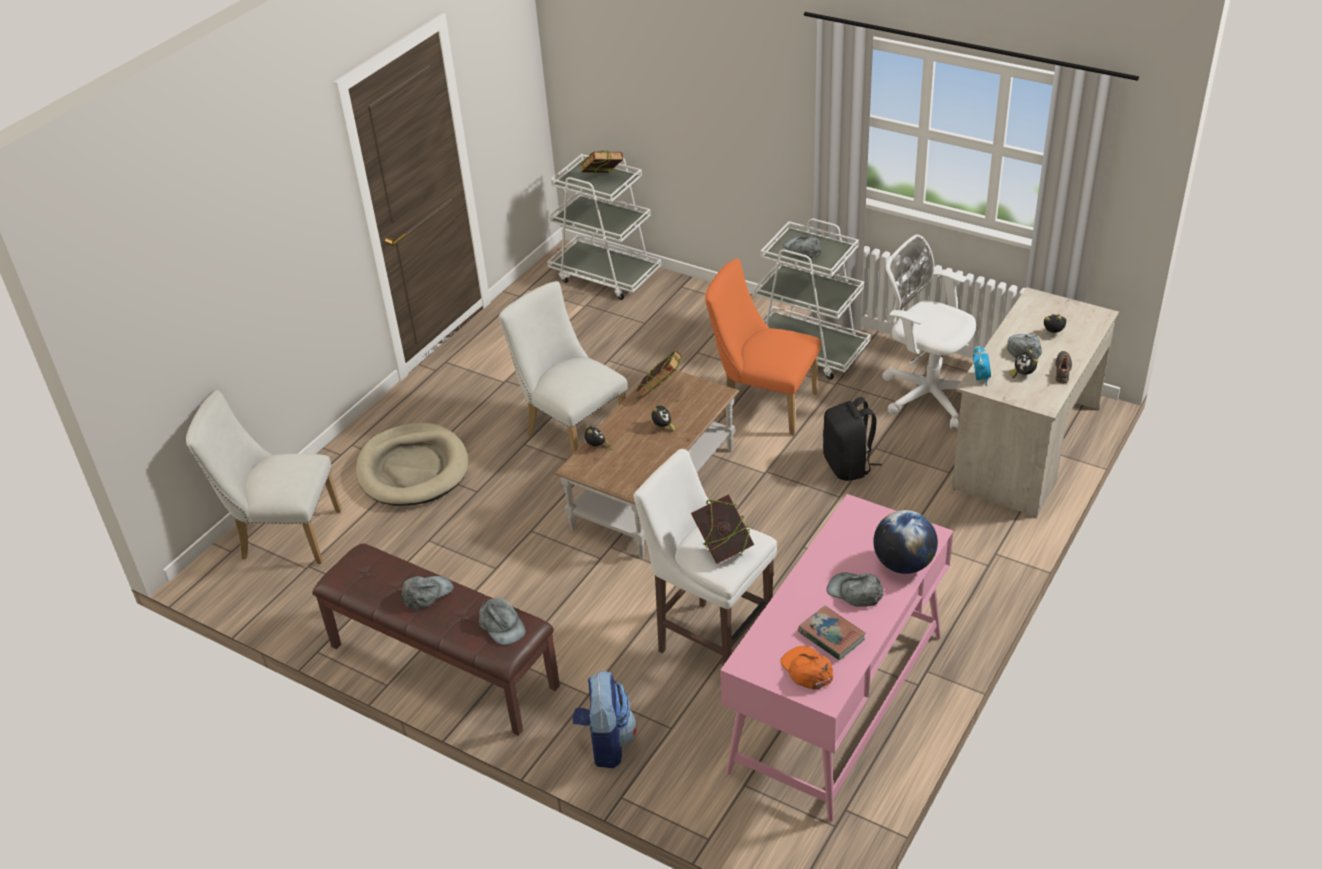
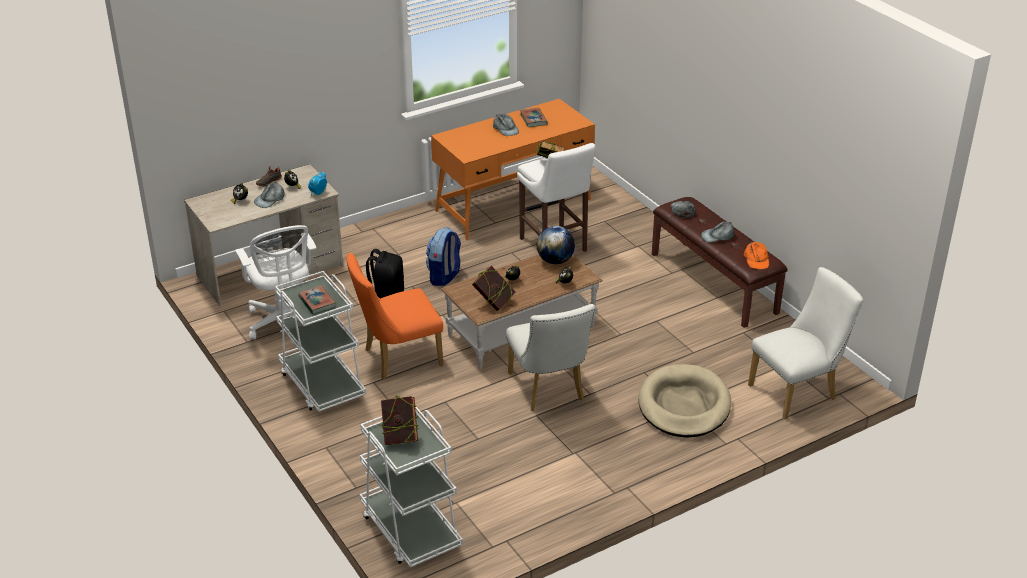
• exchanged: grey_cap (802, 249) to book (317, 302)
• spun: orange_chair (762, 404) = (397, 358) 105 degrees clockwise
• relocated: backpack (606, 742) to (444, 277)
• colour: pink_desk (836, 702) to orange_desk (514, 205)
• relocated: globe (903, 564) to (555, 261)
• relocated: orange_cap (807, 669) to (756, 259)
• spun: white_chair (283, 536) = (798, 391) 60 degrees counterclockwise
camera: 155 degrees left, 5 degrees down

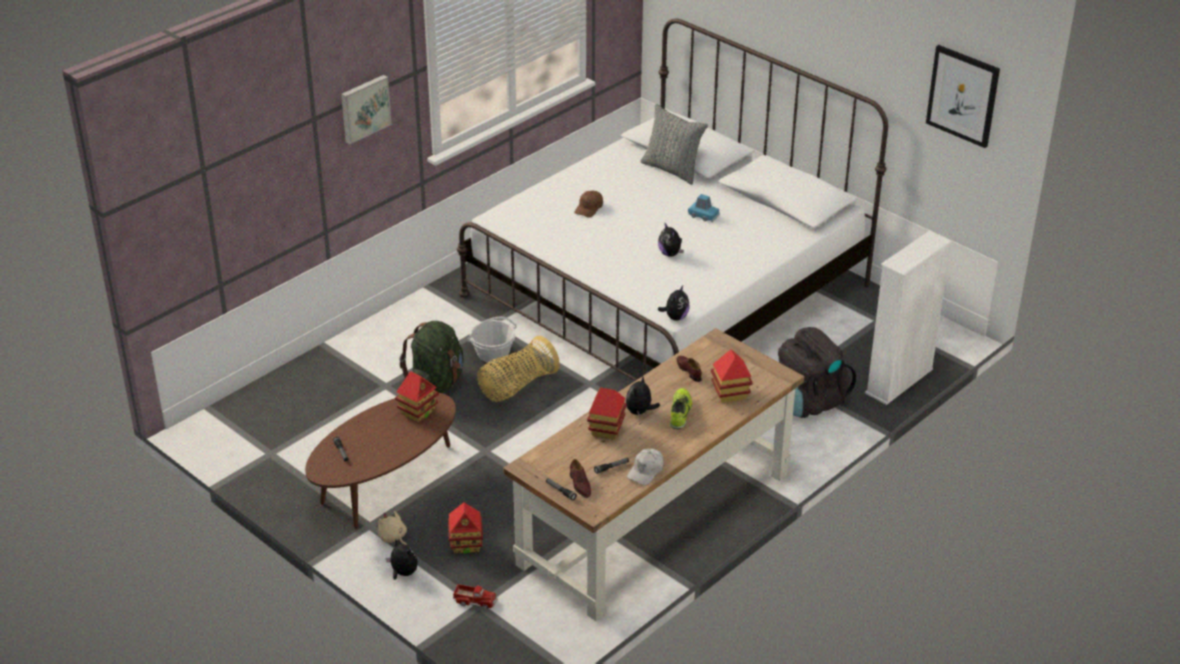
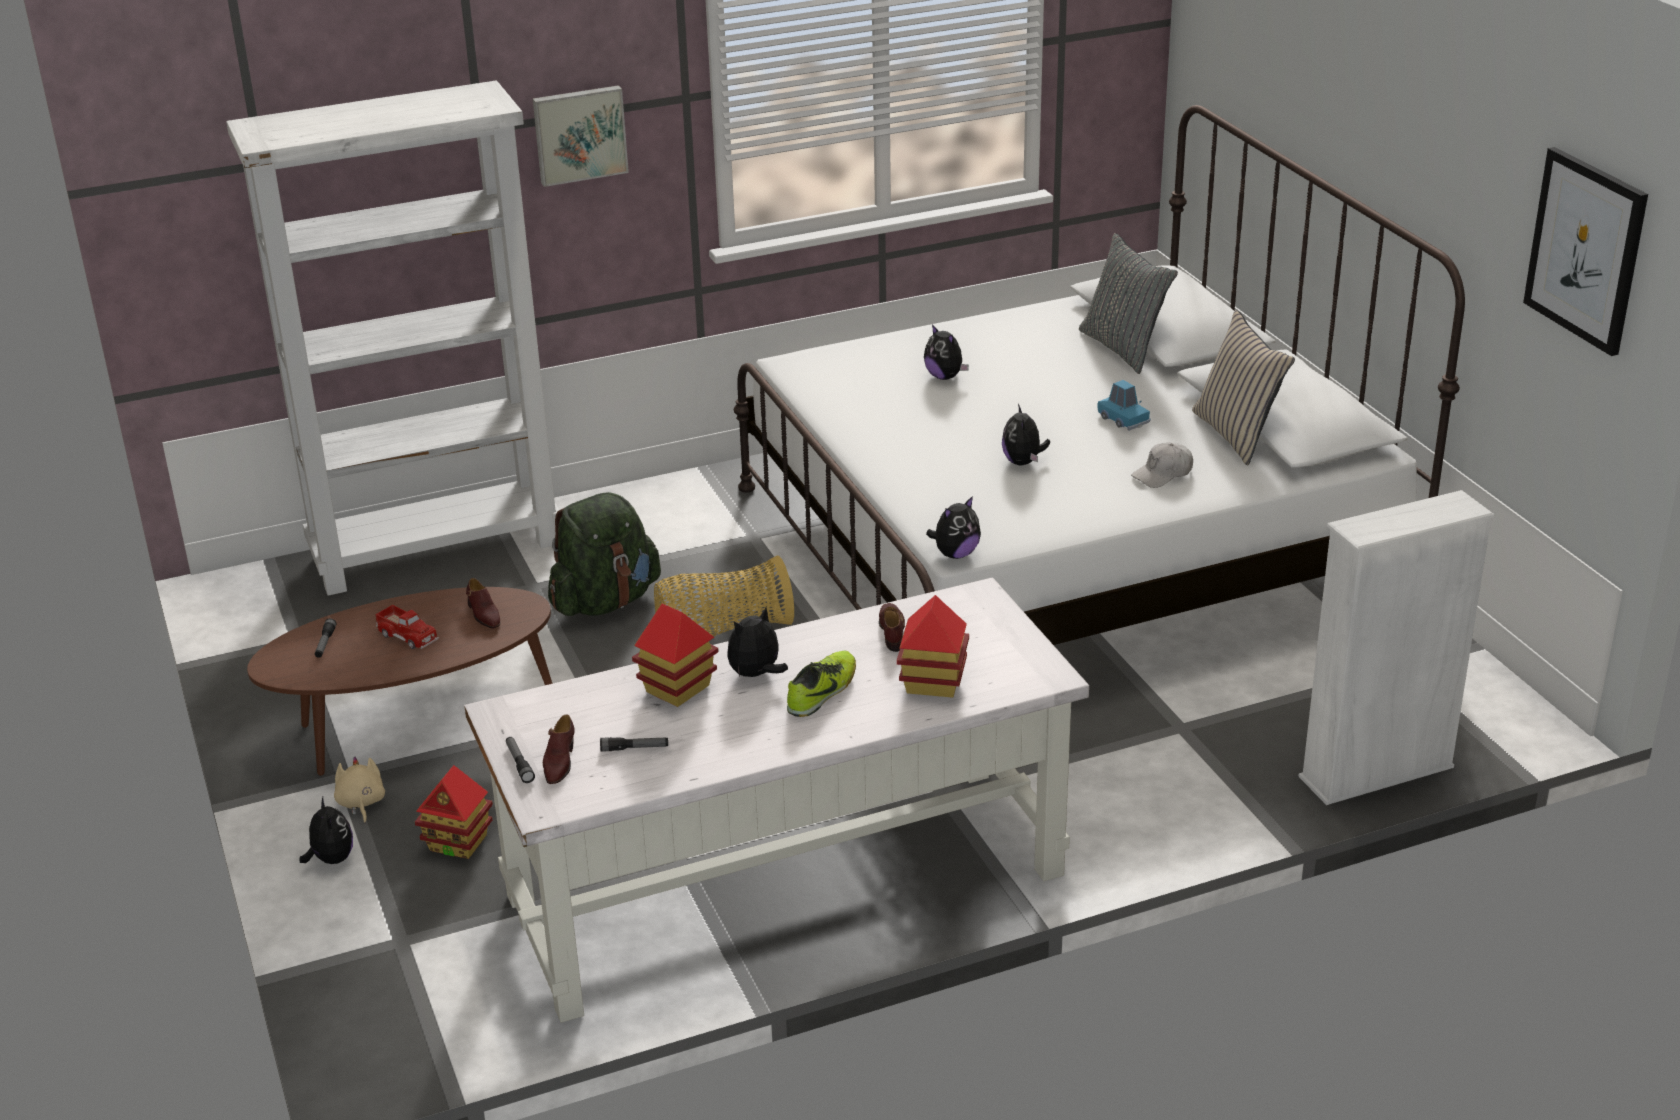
• appeared: white_bookcase (438, 549)
• relocated: toy_truck (475, 601) to (408, 635)
• colour: brown_desk (655, 520) to white_desk (784, 887)
• exchanged: toy_house (418, 412) to brown_shoe (483, 614)
• exchanged: brown_cap (589, 208) to plush_toy (945, 377)
• relocated: white_cap (646, 471) to (1163, 474)
• appeared: beige_pillow (1237, 434)
• missing: basket (493, 354)
• missing: black_backpack (808, 401)
camera: 25 degrees right, 5 degrees down

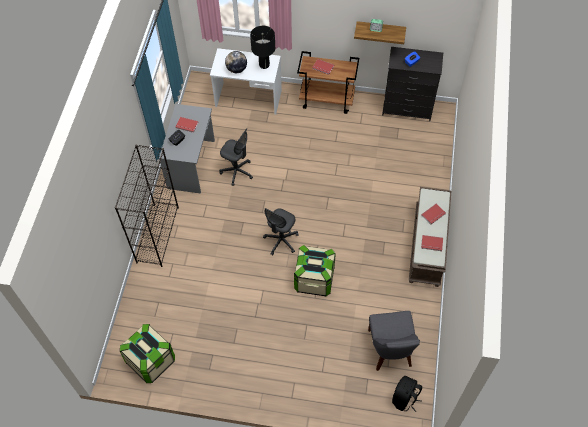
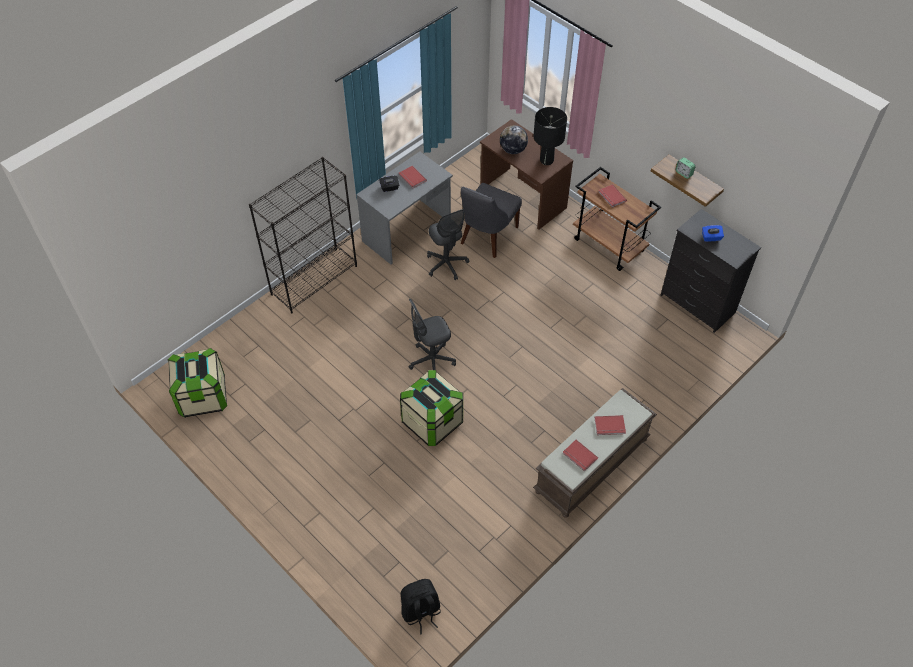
• relocated: grey_chair (390, 350) to (487, 237)
• colour: white_desk (248, 99) to brown_desk (522, 198)
camera: 35 degrees right, 5 degrees down

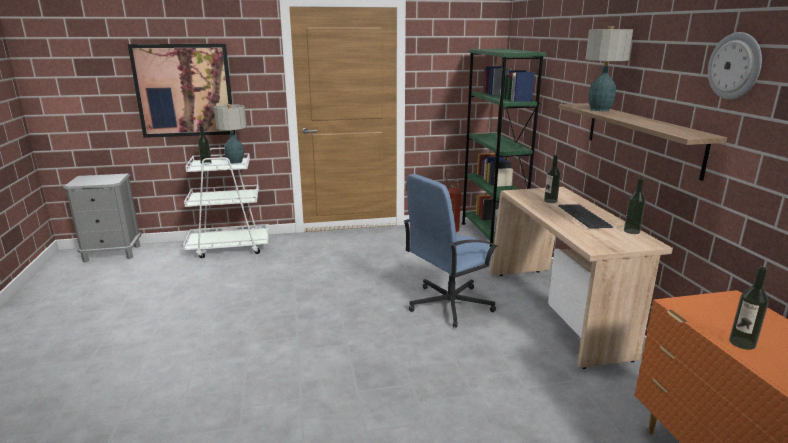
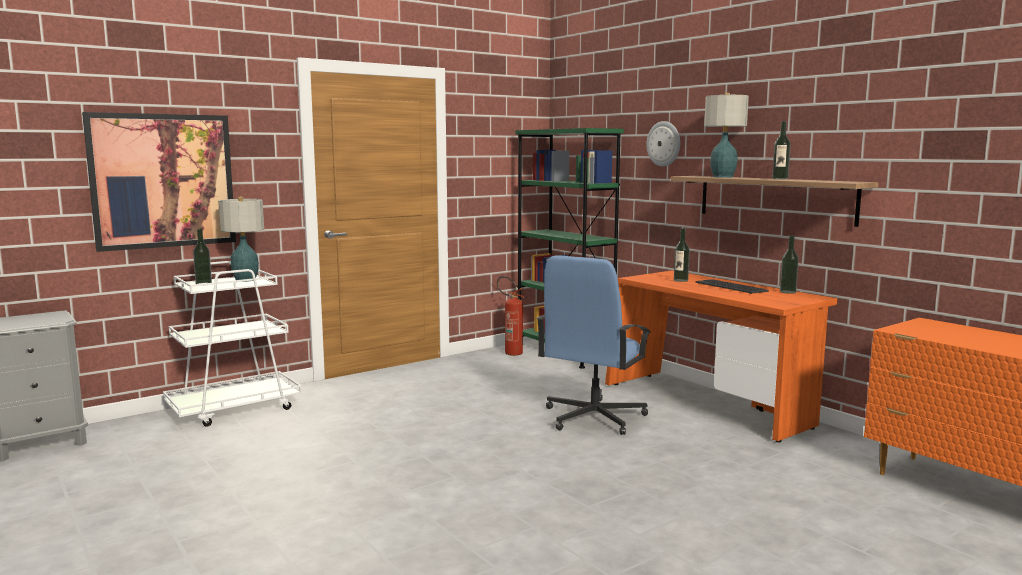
• colour: beige_desk (557, 312) to orange_desk (707, 405)
• relocated: wall_clock (735, 66) to (664, 143)
• relocated: bottle (742, 343) to (780, 179)
camera: 25 degrees left, 10 degrees down

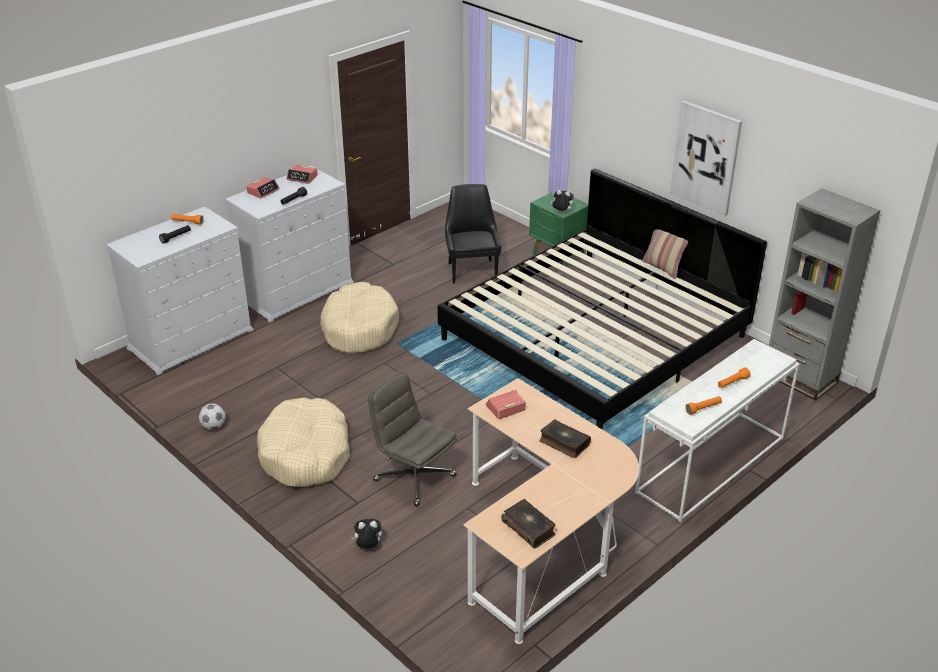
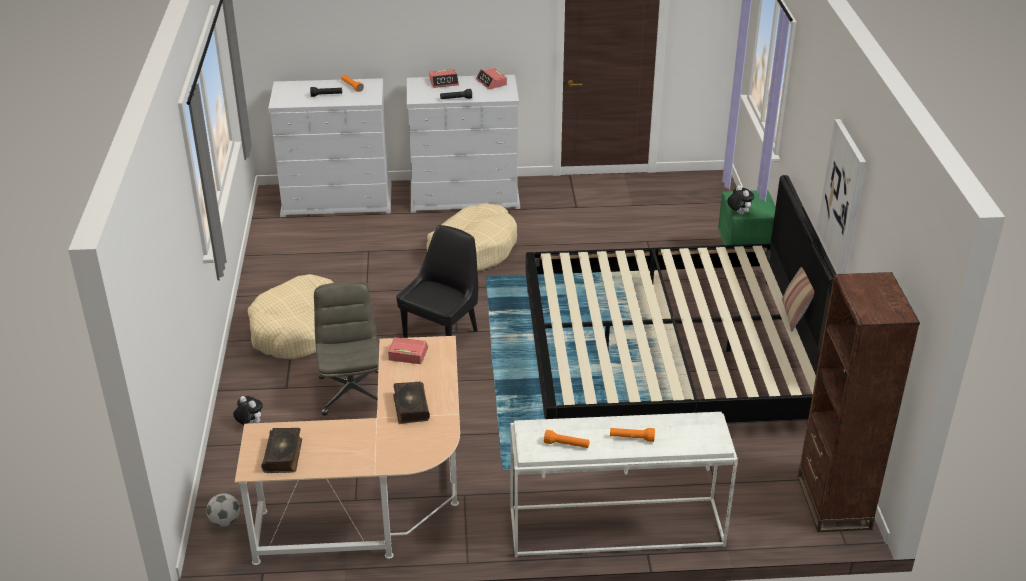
• relocated: football (214, 426) to (225, 521)
• relocated: black_chair (472, 270) to (442, 333)
• colour: grey_bookcase (800, 378) to brown_bookcase (833, 502)
camera: 40 degrees right, 0 degrees up

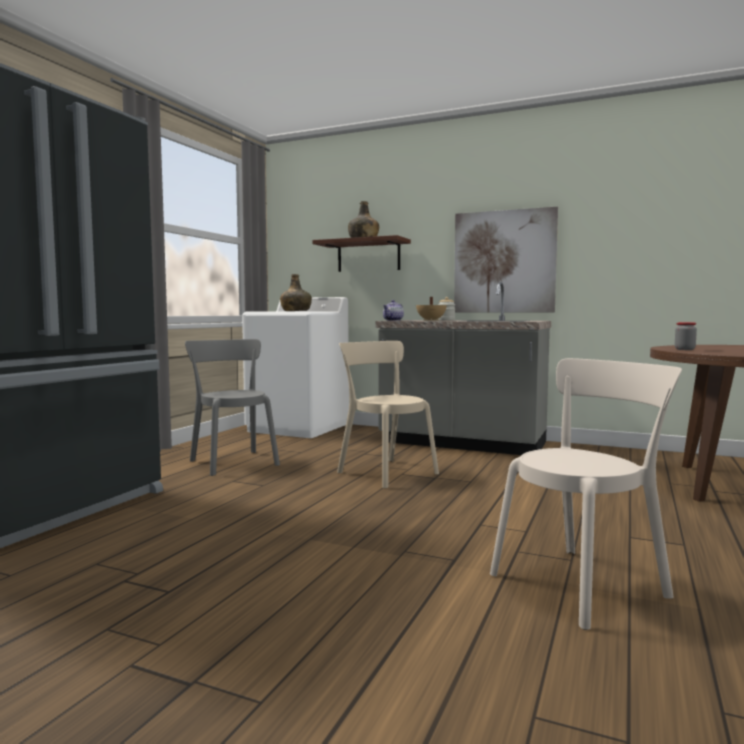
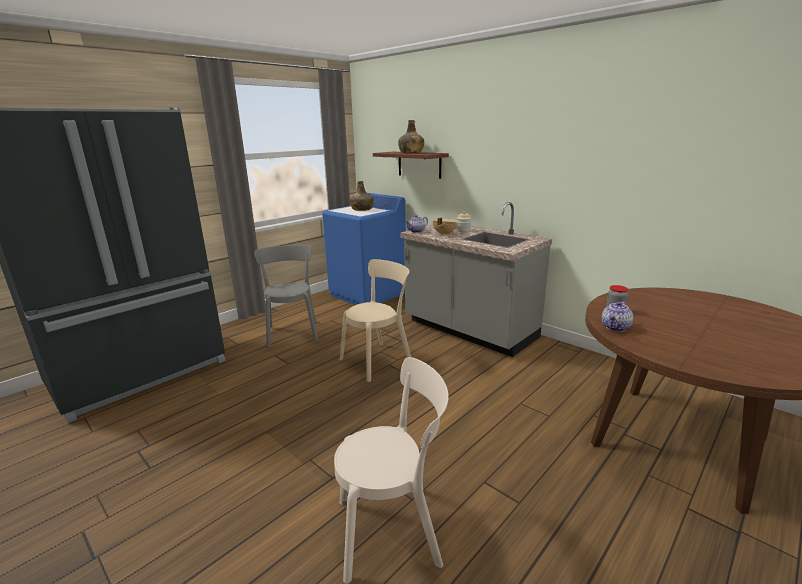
• colour: white_washing_machine (298, 428) to blue_washing_machine (368, 294)
• spun: beige_chair (384, 472) = (378, 360) 75 degrees clockwise
• appeared: teapot (615, 327)
• missing: picture (504, 262)
camera: 20 degrees right, 15 degrees up

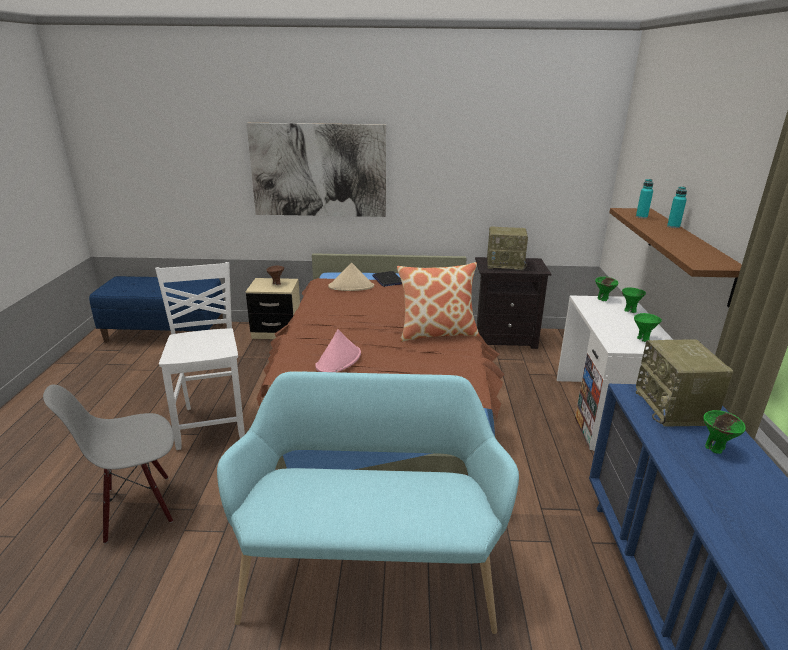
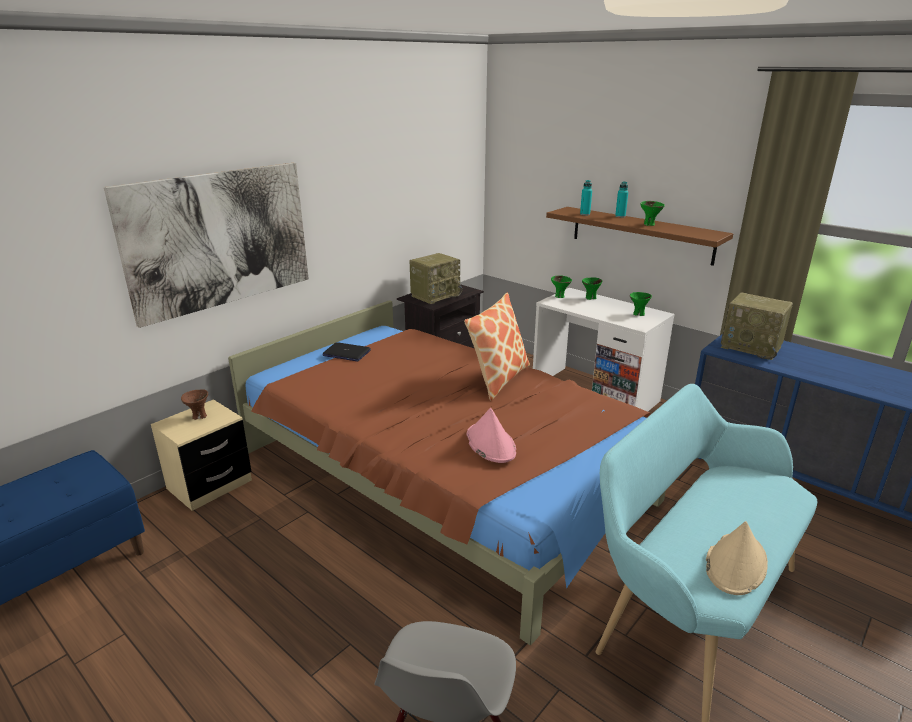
• relocated: green_bowl (715, 448) to (649, 224)
• relocated: beige_hat (351, 287) to (735, 564)
• missing: white_chair (213, 422)
camera: 50 degrees left, 0 degrees up

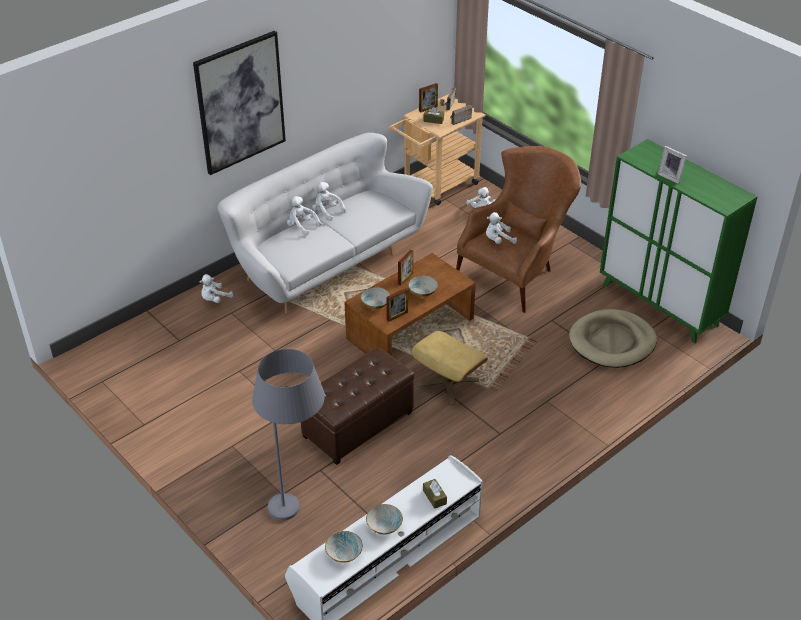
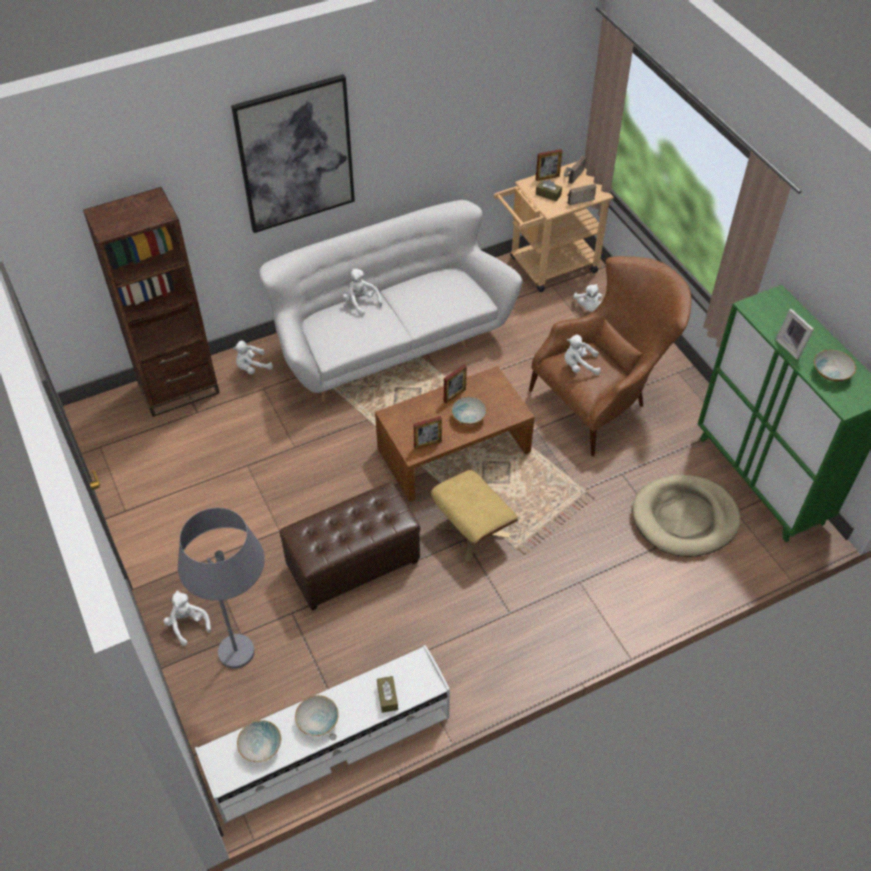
• appeared: brown_bookcase (179, 389)
• relocated: white_plush_toy (327, 211) to (188, 624)
• relocated: bowl (375, 303) to (830, 372)
camera: 15 degrees right, 10 degrees up

